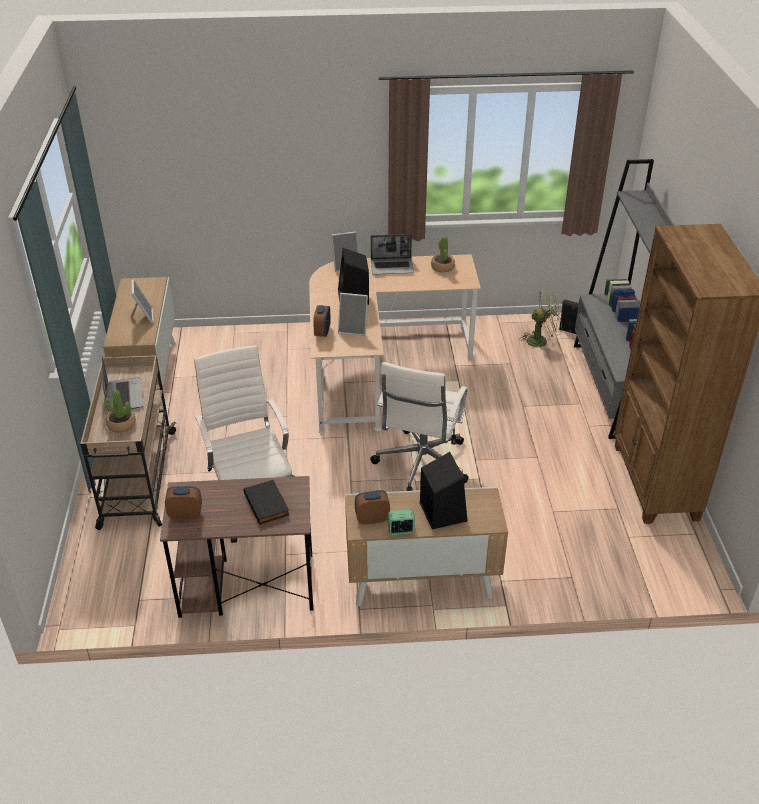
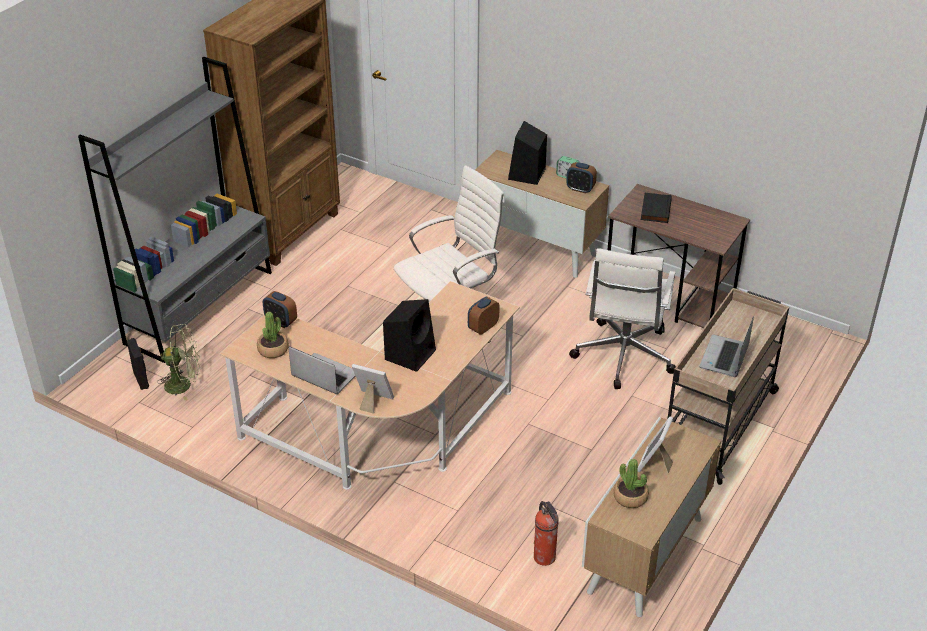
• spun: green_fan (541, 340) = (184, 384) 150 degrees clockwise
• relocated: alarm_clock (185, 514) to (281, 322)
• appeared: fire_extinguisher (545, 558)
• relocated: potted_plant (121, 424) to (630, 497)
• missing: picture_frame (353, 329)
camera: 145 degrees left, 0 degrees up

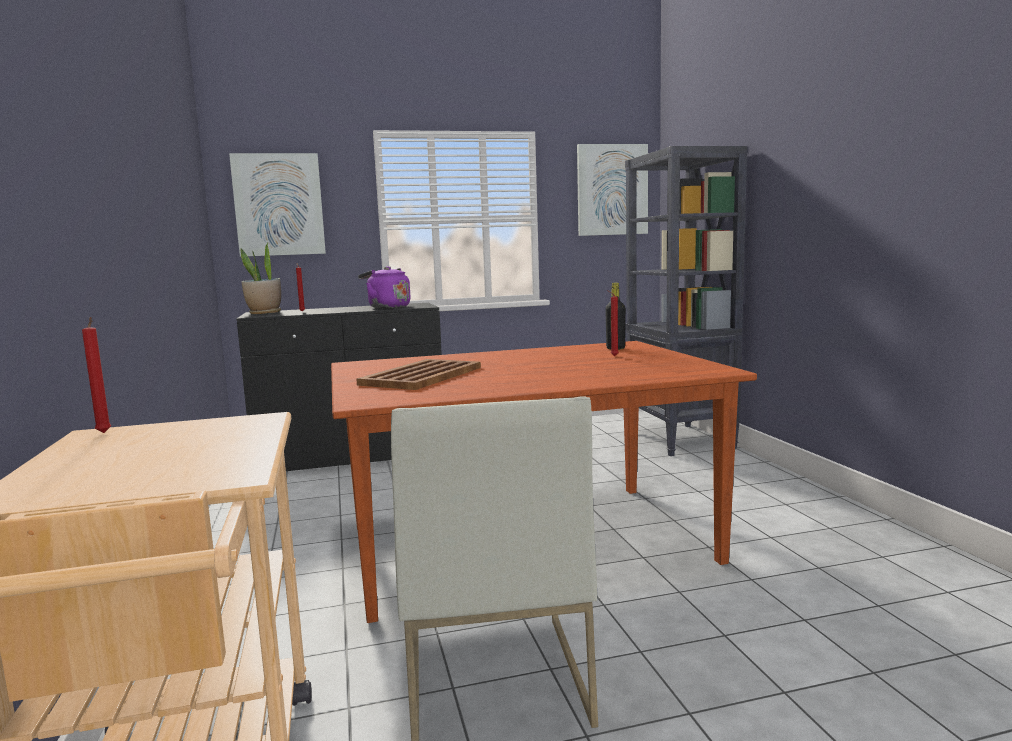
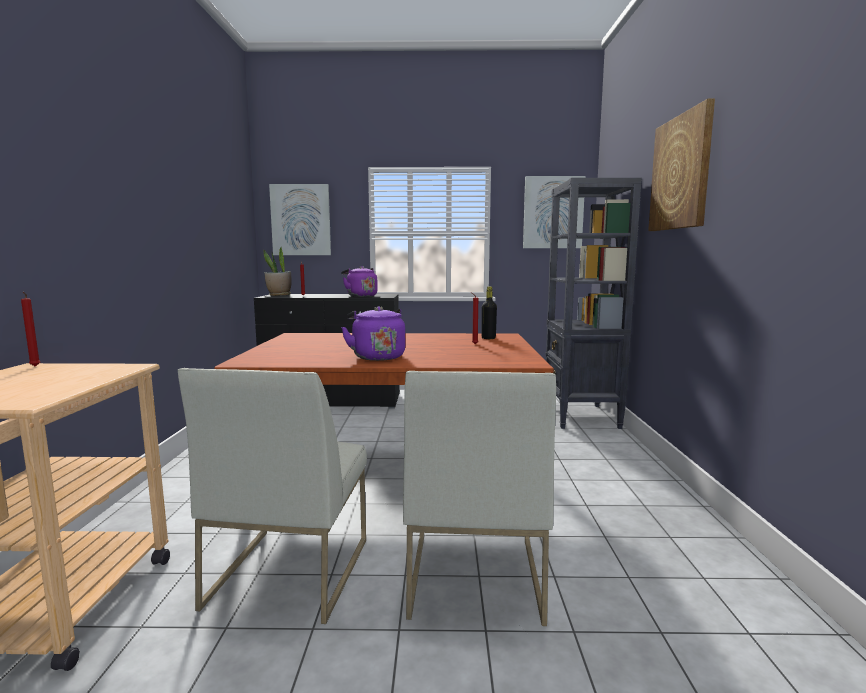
• appeared: purple_kettle (377, 357)
• appeared: white_chair (473, 574)
• appeared: picture (681, 173)
• missing: brown_tray (423, 376)
camera: 15 degrees right, 0 degrees up

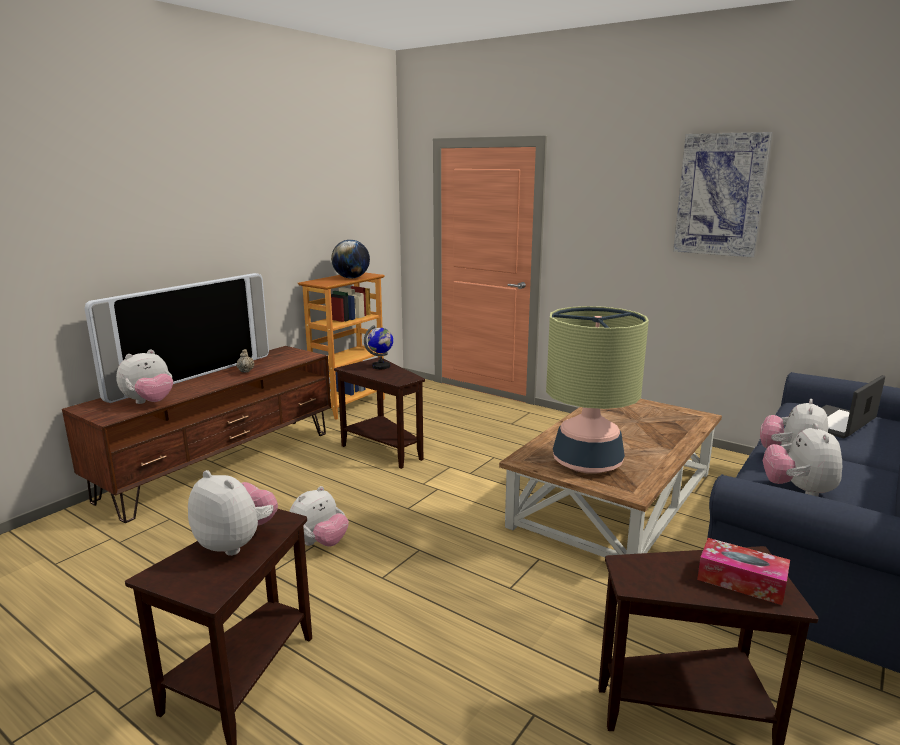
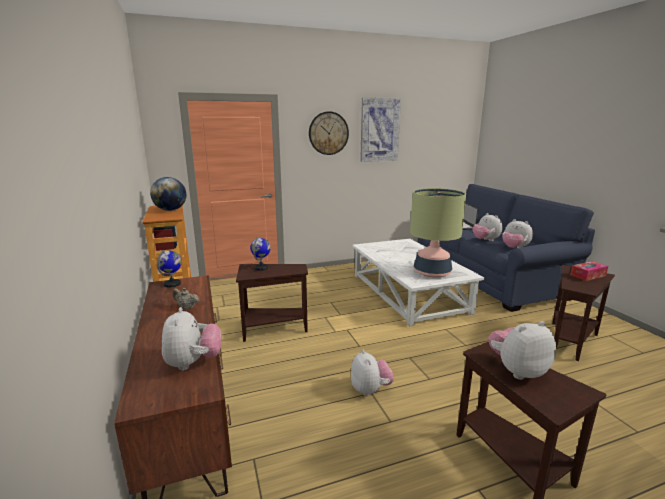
• appeared: globe (172, 284)
• appeared: wall_clock (328, 133)
• colour: brown_coffee_table (615, 500) to white_coffee_table (409, 293)
• missing: television (191, 375)
camera: 55 degrees left, 0 degrees up

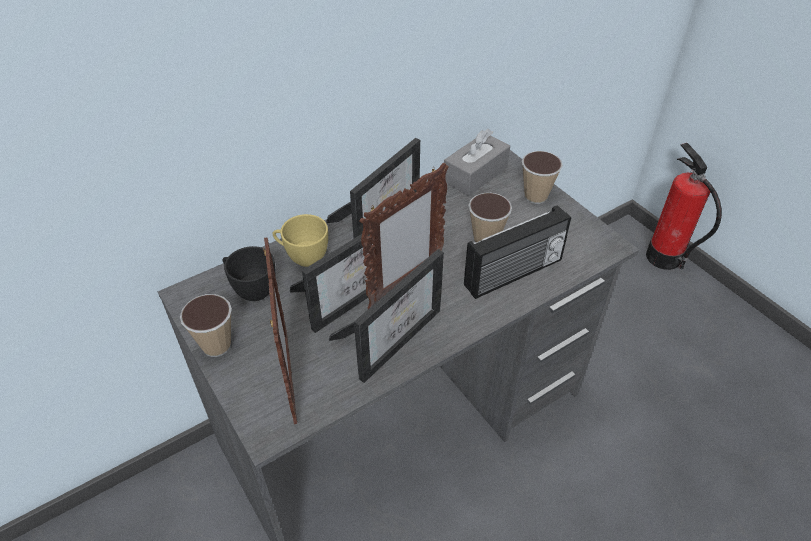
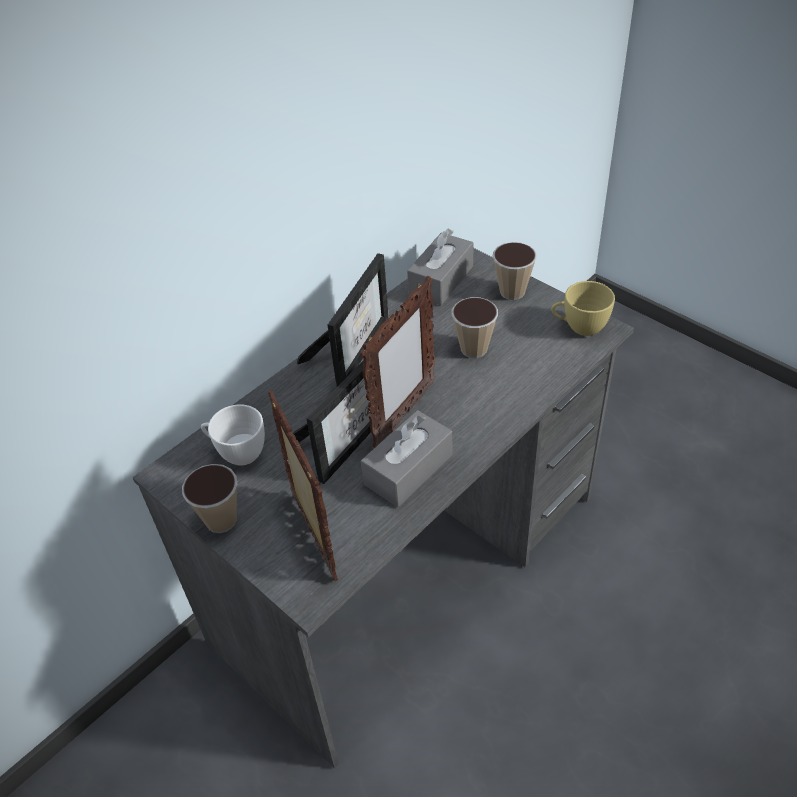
• colour: black_cup (251, 289) to white_cup (237, 452)
• exchanged: picture_frame (393, 336) to grey_tissue_box (408, 469)
• relocated: yellow_cup (302, 257) to (579, 327)
• missing: radio (514, 274)
• missing: fire_extinguisher (663, 257)
camera: 10 degrees left, 0 degrees up

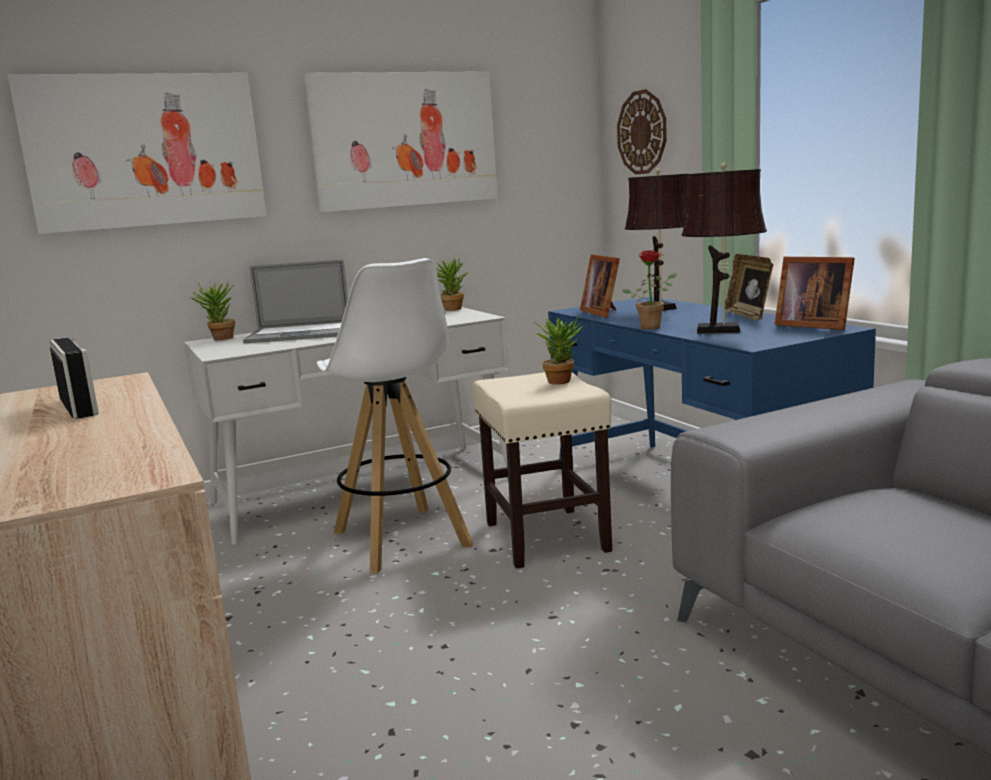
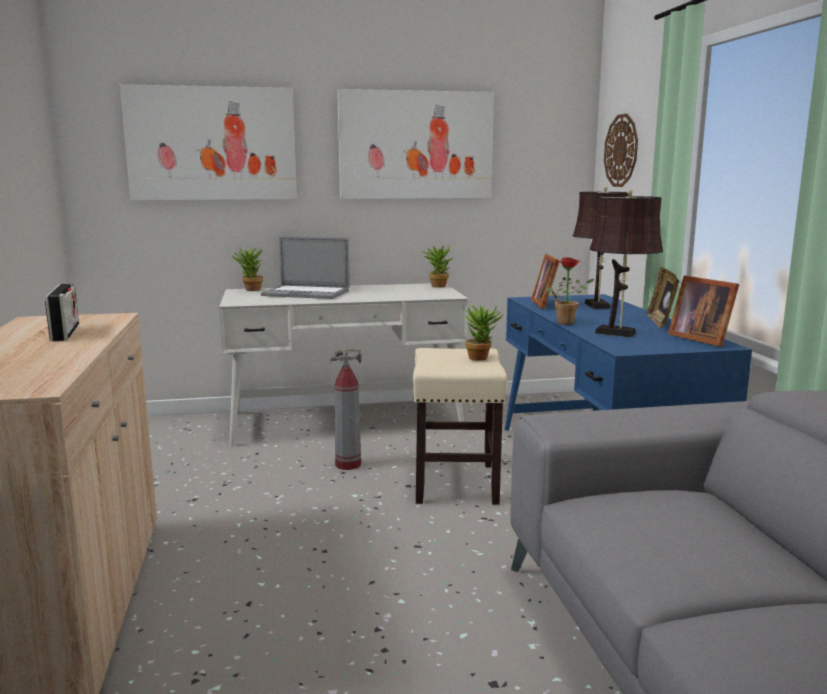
• exchanged: white_stool (402, 539) to fire_extinguisher (348, 465)
camera: 15 degrees right, 0 degrees up

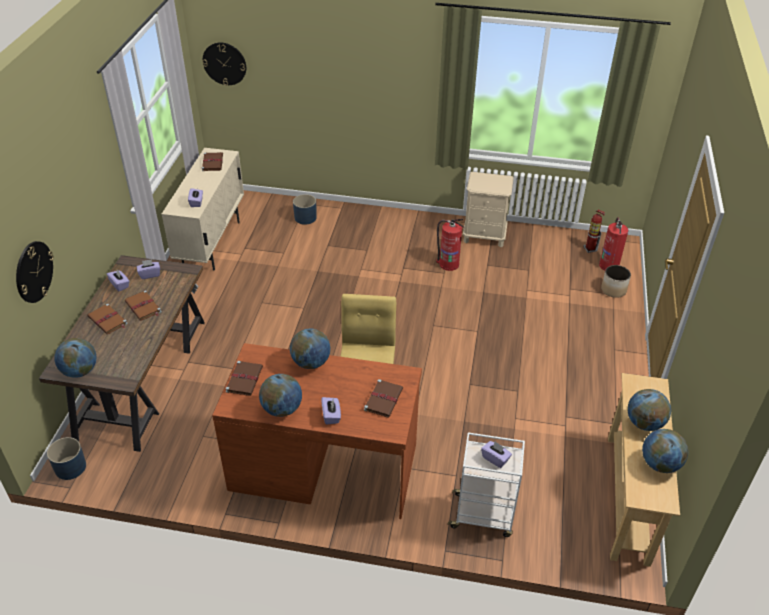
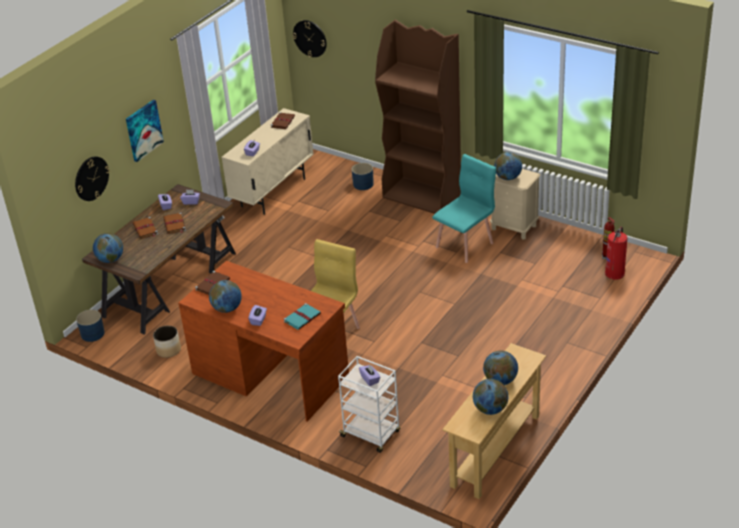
• appeared: picture (143, 130)
• relocated: planter (613, 290) to (168, 350)
• colour: brown_book (384, 399) to turquoise_book (302, 317)
• appeared: brown_bookcase (422, 196)
• exchanged: fire_extinguisher (448, 264) to turquoise_chair (465, 245)
• relocated: globe (311, 362) to (508, 177)
camera: 25 degrees right, 5 degrees down

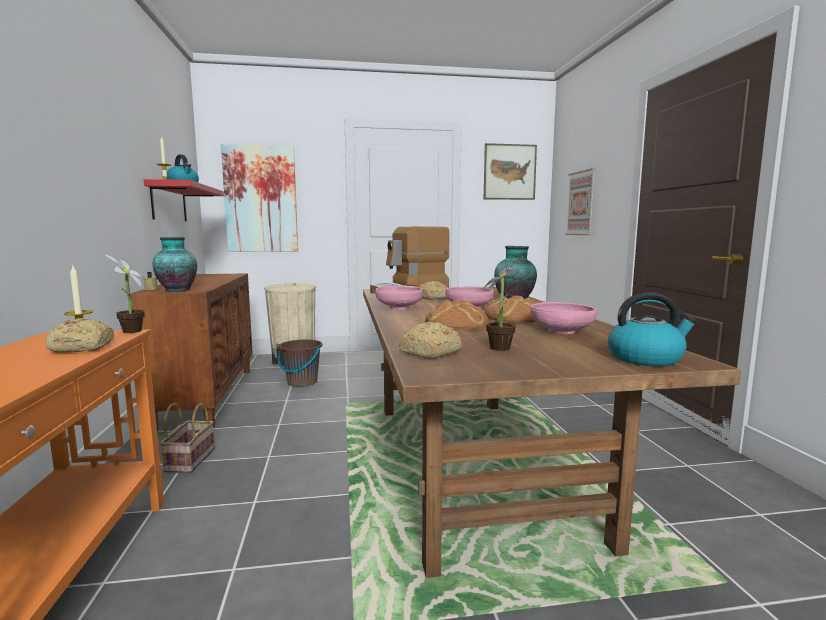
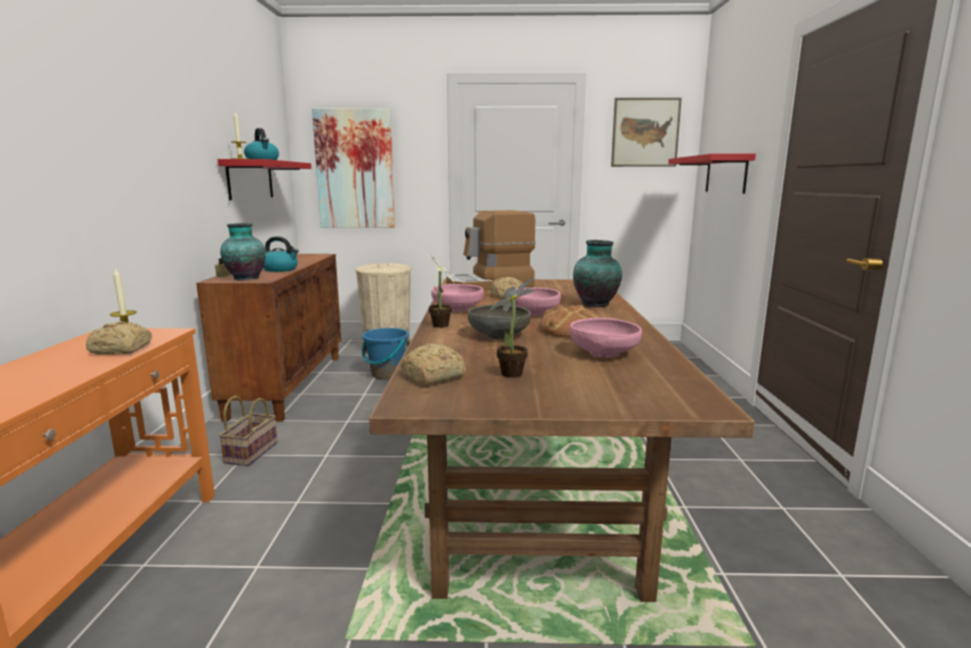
• relocated: kettle (646, 358) to (281, 269)
• colour: brown_bucket (302, 382) to blue_bucket (387, 374)
• relocated: potted_plant (130, 332) to (439, 326)
• exchanged: bread (456, 323) to grey_bowl (498, 335)
• exchanged: picture (581, 203) to red_shelf (726, 174)
camera: 10 degrees right, 5 degrees up

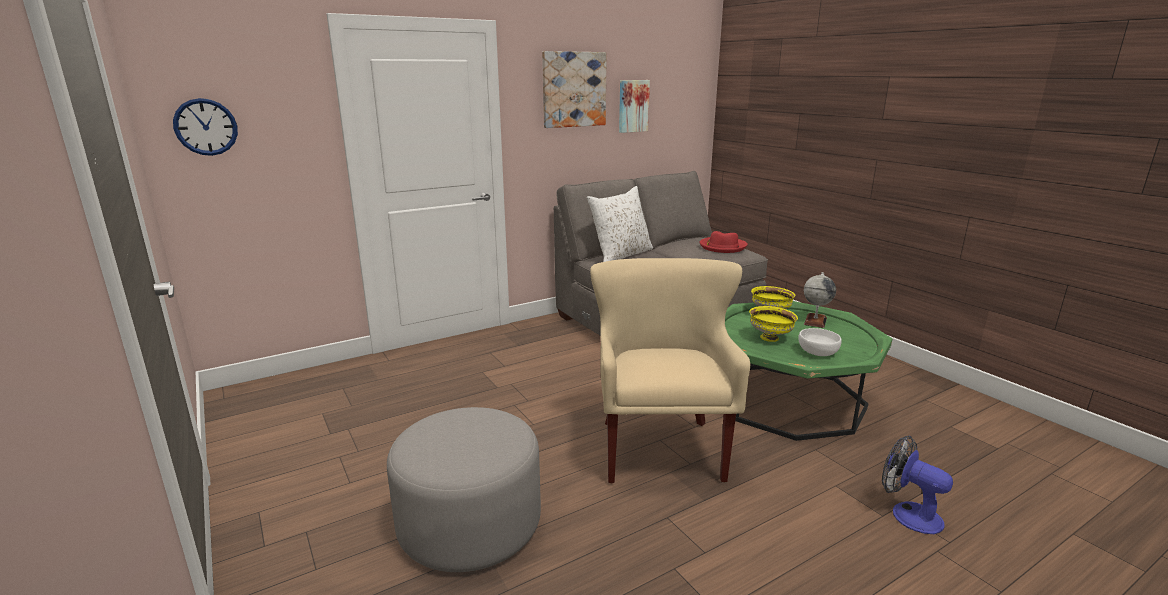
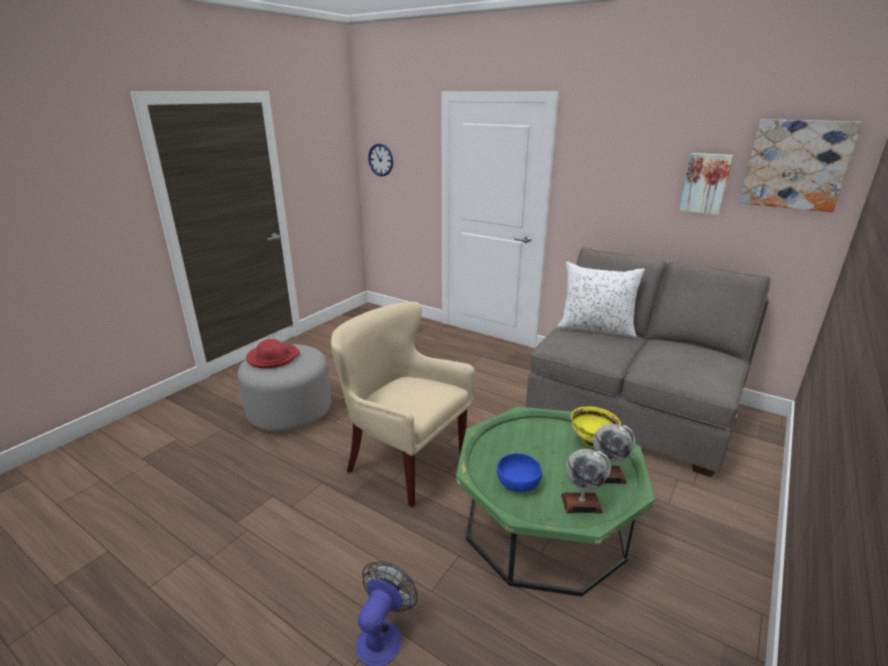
• relocated: red_hat (722, 247) to (272, 357)
• spun: beige_armchair (661, 448) = (404, 462) 120 degrees counterclockwise
• colour: white_bowl (818, 352) to blue_bowl (517, 483)
• appeared: globe (581, 503)
• relocated: picture (573, 89) to (796, 165)
• missing: yellow_bowl (770, 338)
camera: 65 degrees right, 5 degrees up

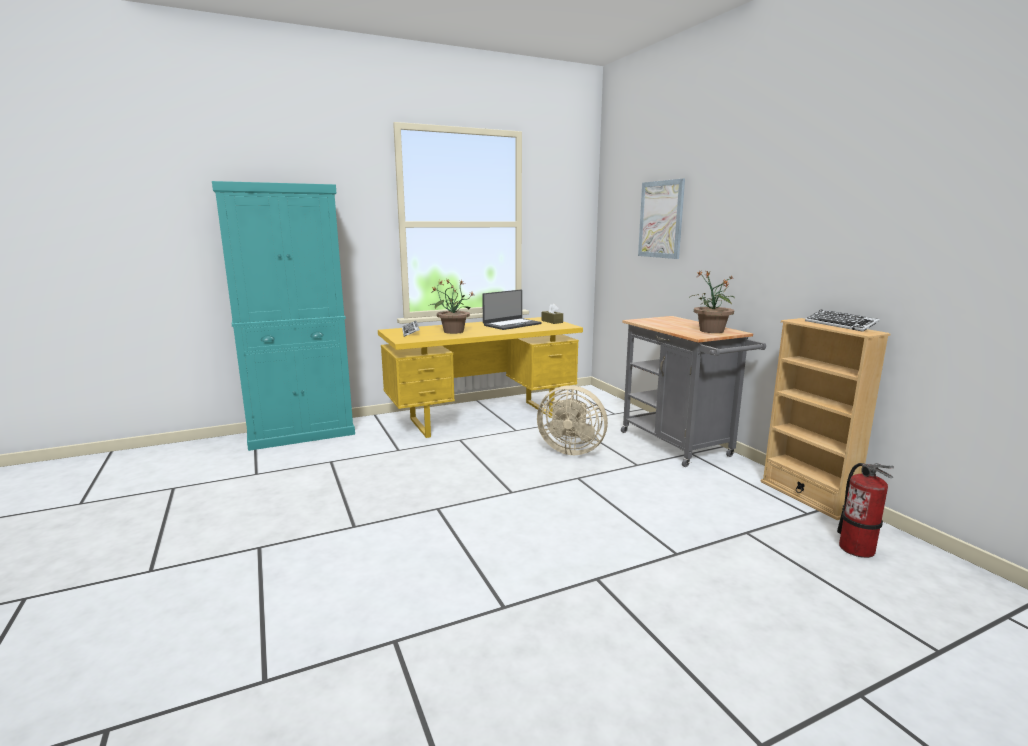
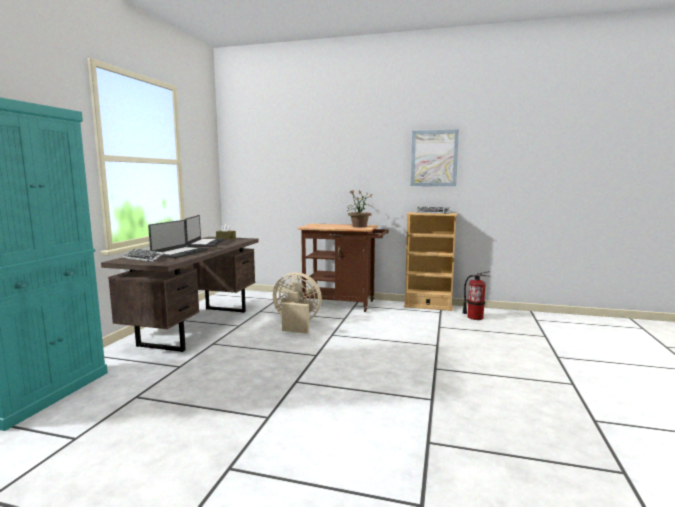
• colour: yellow_desk (483, 418) to brown_desk (197, 326)
• exchanged: potted_plant (453, 331) to laptop (180, 253)
• spun: beige_fan (570, 450) = (296, 324) 135 degrees counterclockwise
• colour: grey_cart (680, 446) to brown_cart (343, 304)
• relocated: picture (661, 219) to (434, 158)
camera: 50 degrees left, 5 degrees down

